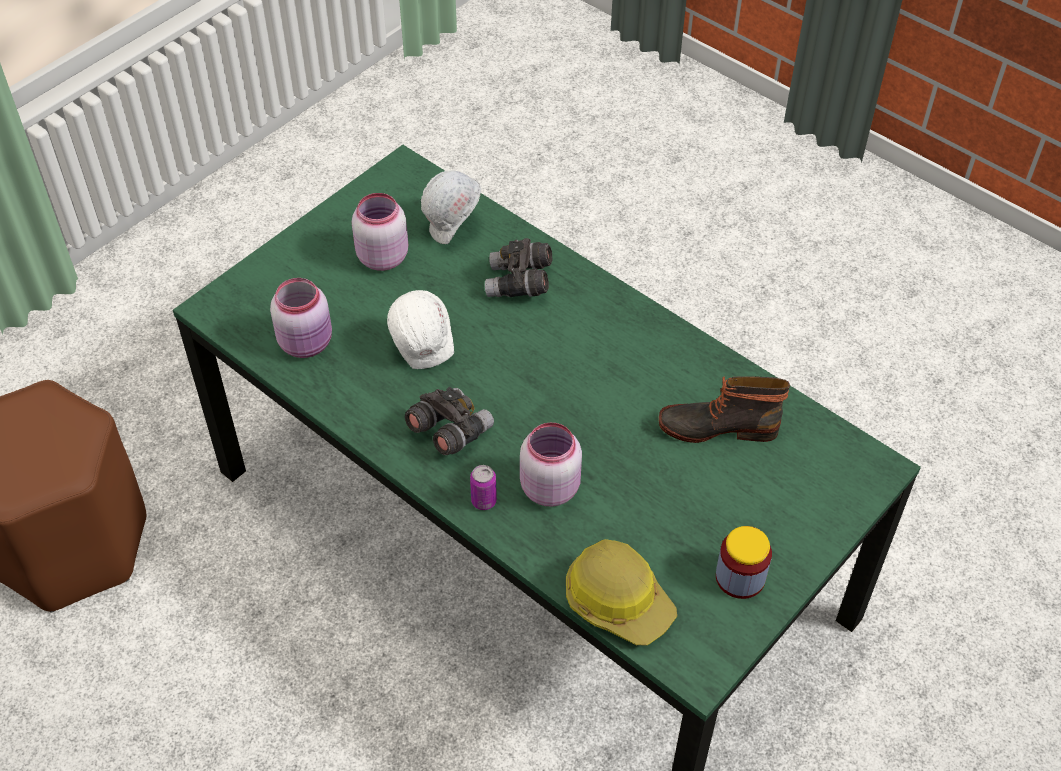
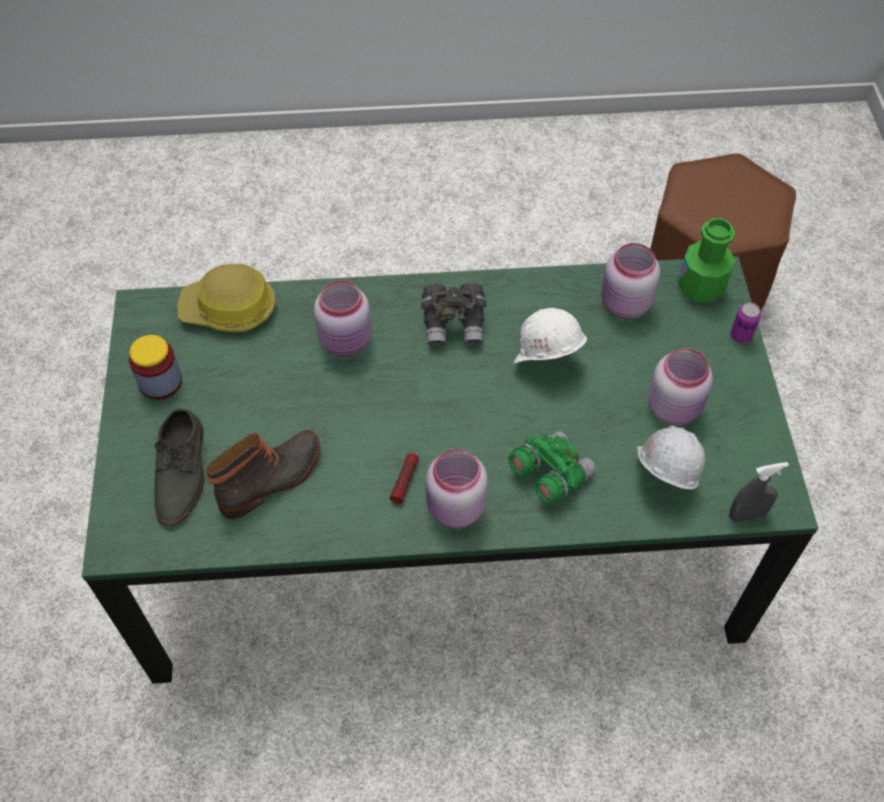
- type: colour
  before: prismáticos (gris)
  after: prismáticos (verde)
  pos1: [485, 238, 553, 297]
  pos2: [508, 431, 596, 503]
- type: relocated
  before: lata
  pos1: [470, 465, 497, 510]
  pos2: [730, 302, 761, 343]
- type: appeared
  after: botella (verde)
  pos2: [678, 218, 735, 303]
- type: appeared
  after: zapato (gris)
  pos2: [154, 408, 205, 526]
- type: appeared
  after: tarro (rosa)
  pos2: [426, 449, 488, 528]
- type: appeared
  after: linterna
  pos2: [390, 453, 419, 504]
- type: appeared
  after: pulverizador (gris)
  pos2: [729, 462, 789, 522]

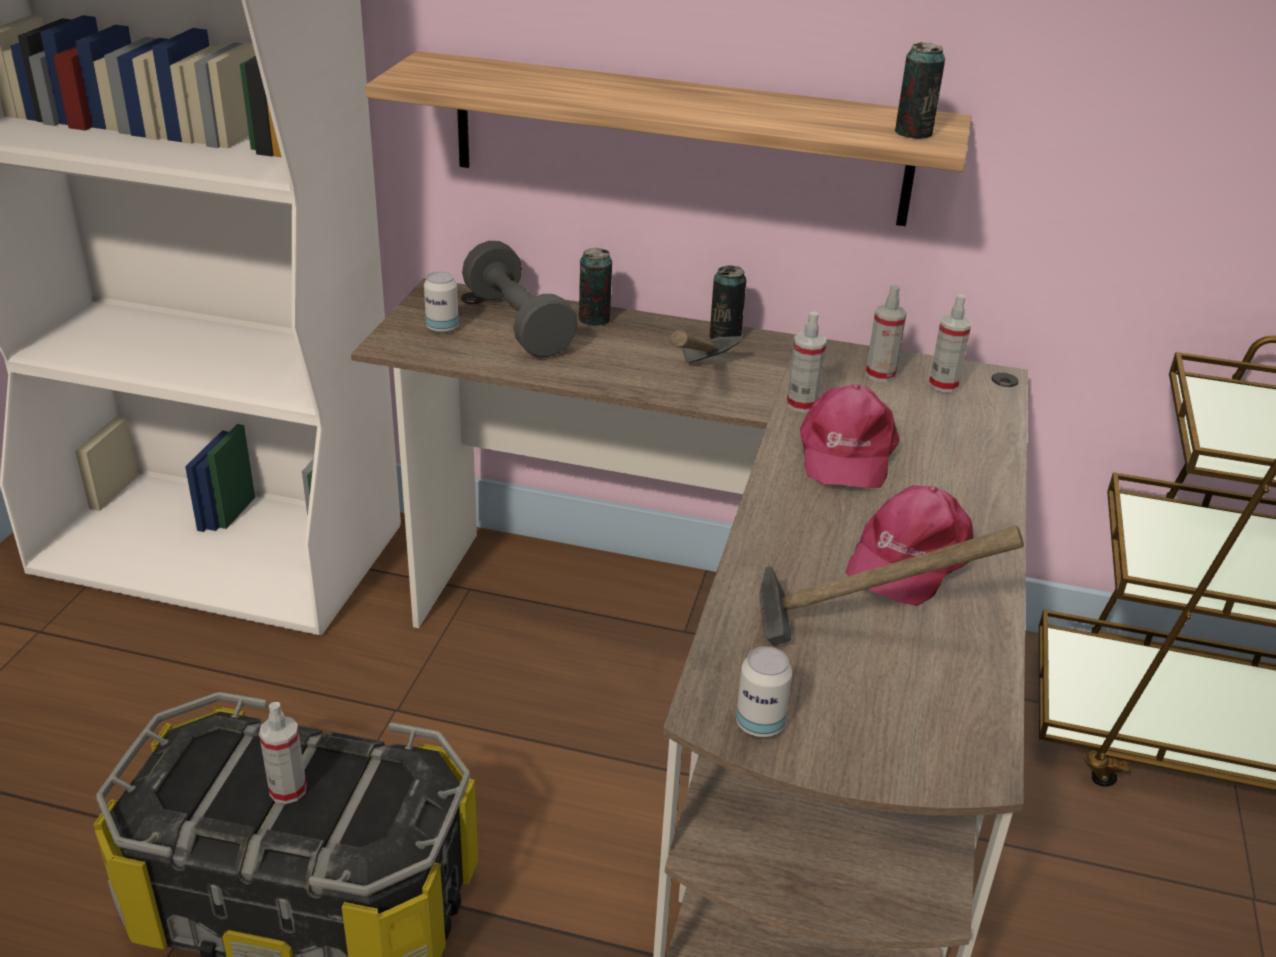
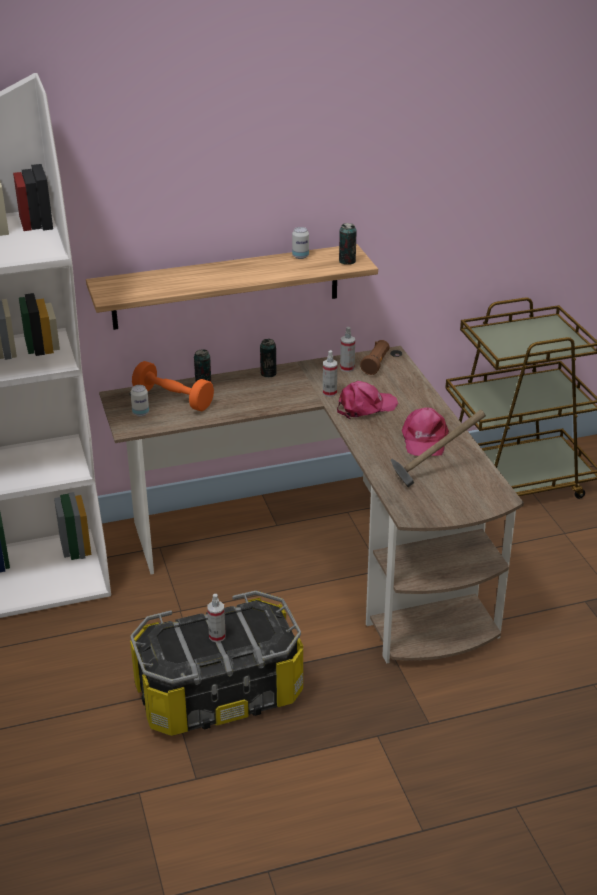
- type: colour
  before: mancuerna (gris)
  after: mancuerna (naranja)
  pos1: [462, 241, 578, 357]
  pos2: [132, 361, 214, 411]
- type: exchanged
  before: pulverizador
  after: linterna (marrón)
  pos1: [928, 295, 972, 392]
  pos2: [360, 340, 390, 375]
- type: missing
  before: martillo
  pos1: [670, 330, 743, 363]
- type: spun
  before: gorra (rosa)
  pos1: [800, 384, 900, 488]
  pos2: [337, 381, 398, 419]
  turn: -90
- type: relocated
  before: lata
  pos1: [736, 646, 792, 737]
  pos2: [292, 227, 309, 259]

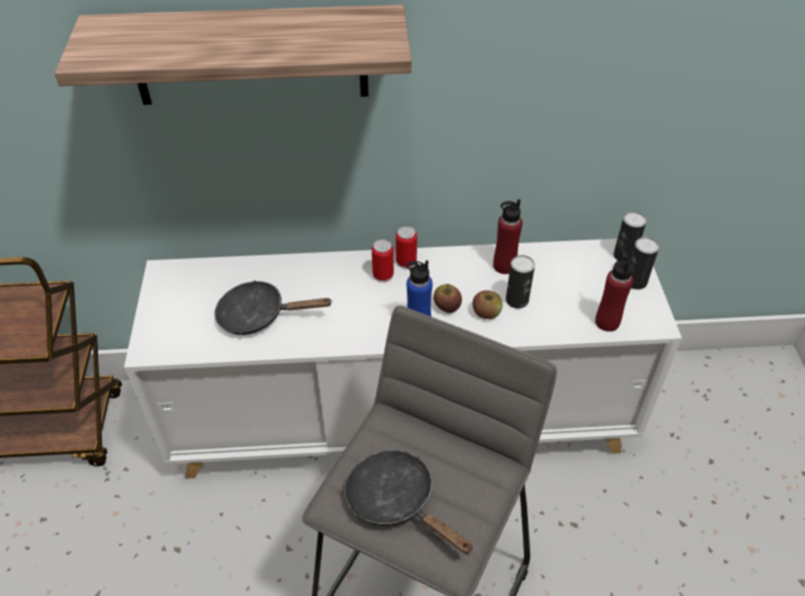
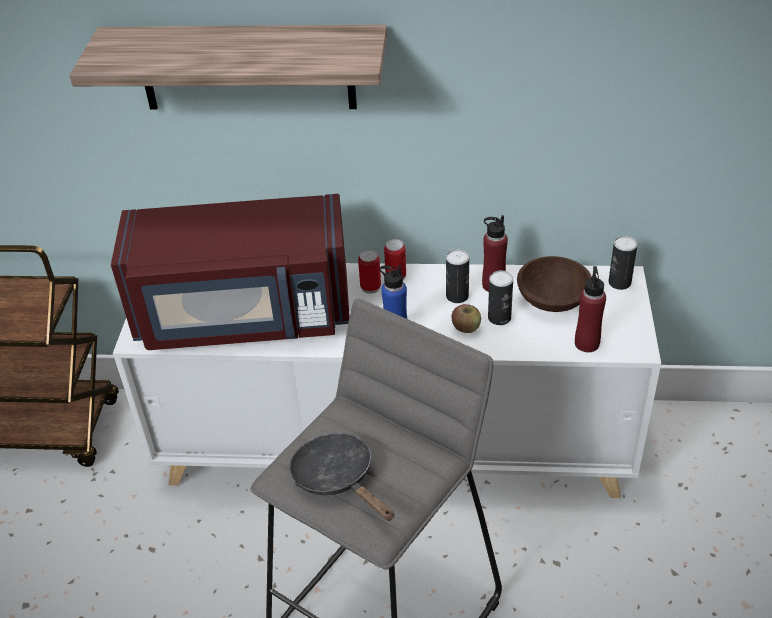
- type: relocated
  before: lata
  pos1: [629, 237, 659, 290]
  pos2: [446, 249, 469, 303]
- type: exchanged
  before: sartén (negro)
  after: microondas (rojo)
  pos1: [214, 280, 333, 335]
  pos2: [111, 194, 350, 350]
- type: missing
  before: manzana
  pos1: [433, 284, 462, 313]
- type: appeared
  after: cuenco (marrón)
  pos2: [517, 256, 592, 312]

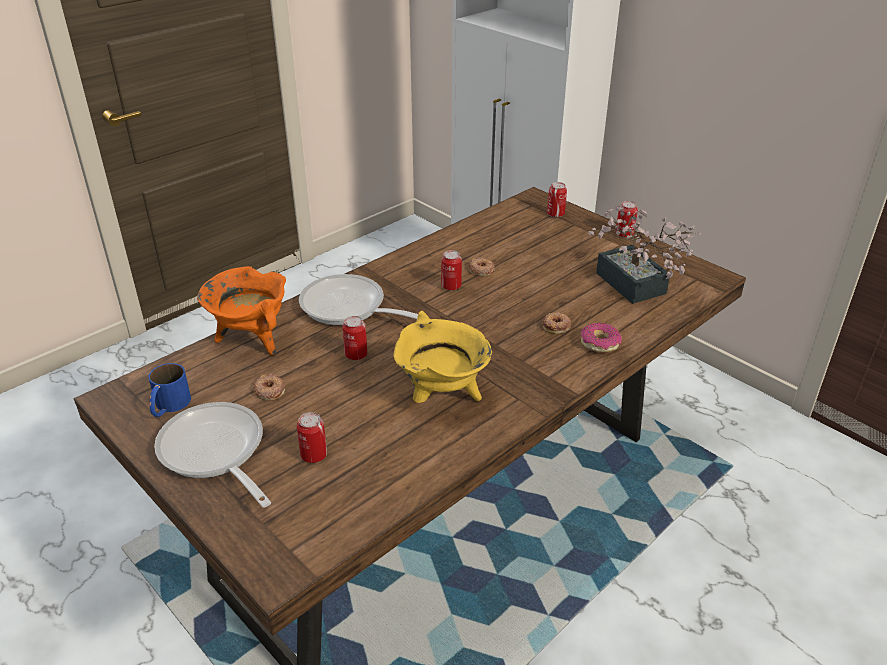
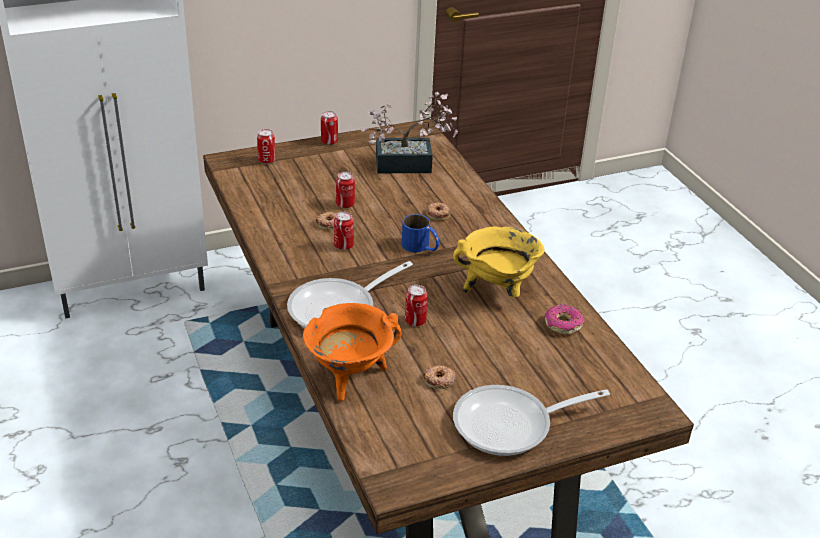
- type: relocated
  before: rosquilla
  pos1: [581, 323, 622, 353]
  pos2: [544, 305, 584, 335]
- type: relocated
  before: taza grande (azul)
  pos1: [148, 363, 191, 417]
  pos2: [402, 214, 439, 252]
- type: relocated
  before: lata
  pos1: [297, 412, 327, 463]
  pos2: [336, 172, 355, 208]

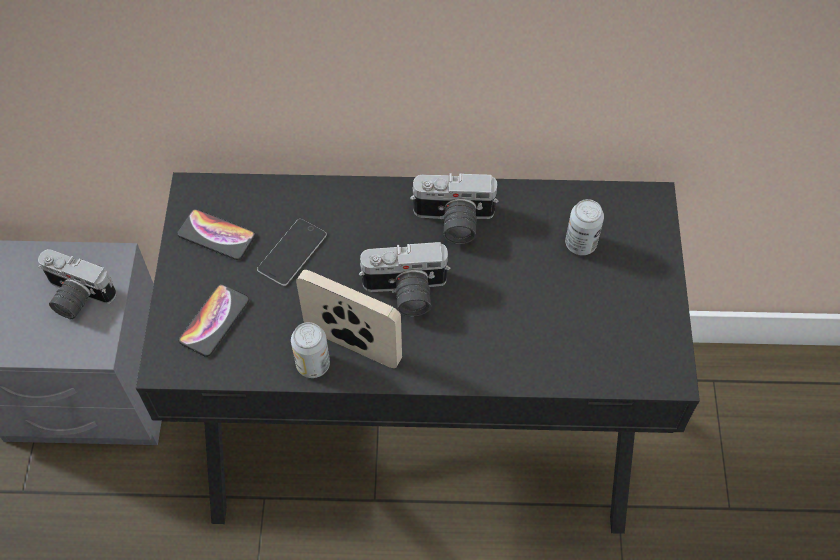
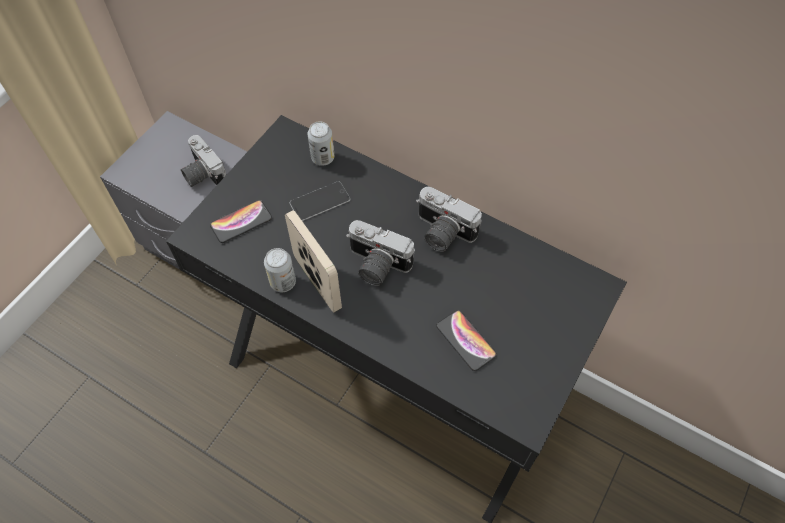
- type: relocated
  before: lata
  pos1: [565, 199, 604, 255]
  pos2: [308, 121, 334, 166]
- type: relocated
  before: móvil
  pos1: [177, 209, 256, 260]
  pos2: [436, 310, 497, 371]

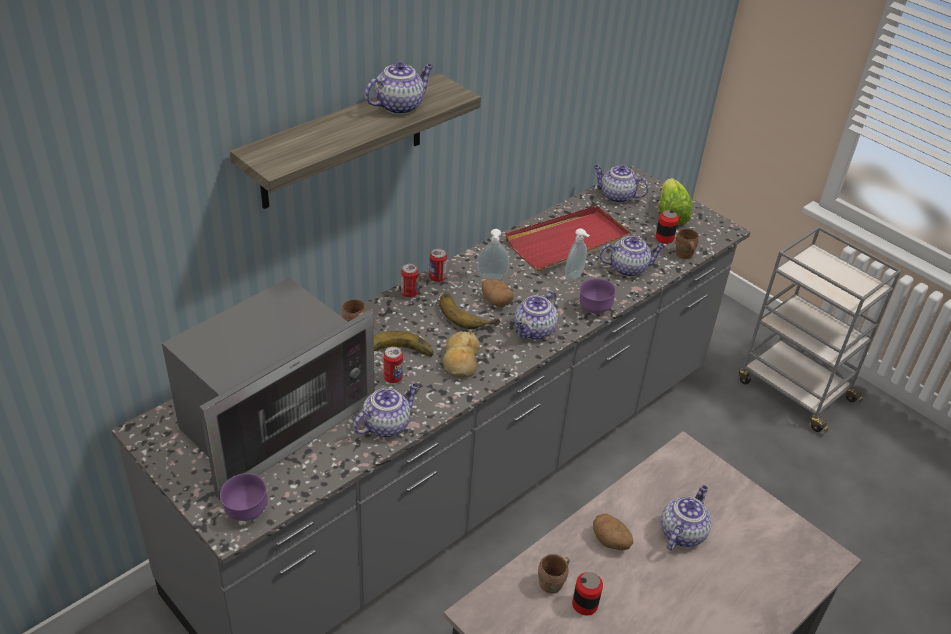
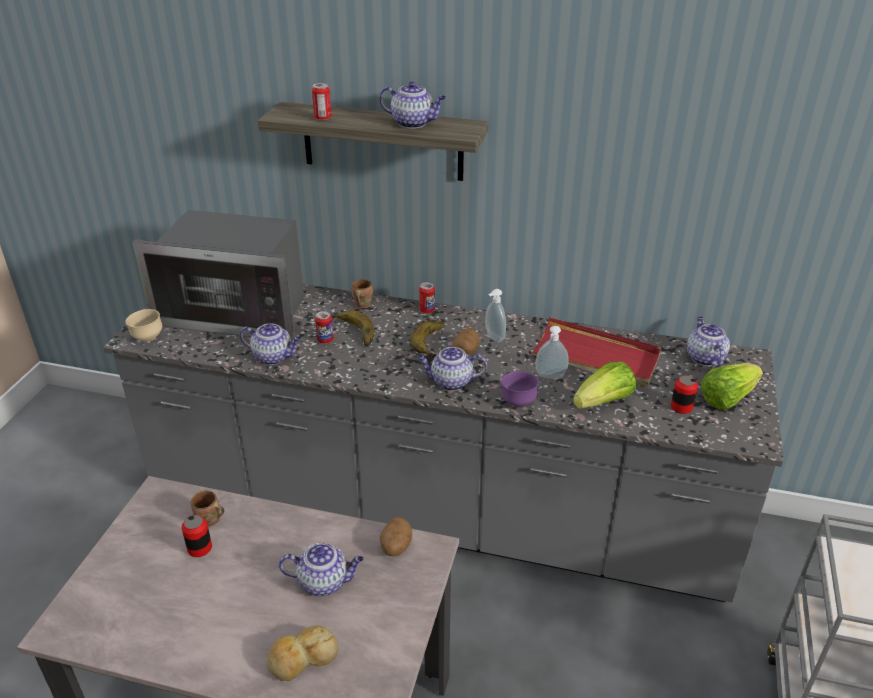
- type: missing
  before: taza grande (marrón)
  pos1: [676, 229, 699, 259]
- type: exchanged
  before: tetera
  after: lechuga
  pos1: [599, 236, 665, 277]
  pos2: [573, 362, 636, 409]
- type: relocated
  before: lata
  pos1: [429, 249, 447, 282]
  pos2: [312, 83, 332, 121]
- type: relocated
  before: pan
  pos1: [443, 331, 480, 378]
  pos2: [267, 625, 338, 681]
- type: colour
  before: cuenco (morado)
  after: cuenco (beis)
  pos1: [220, 473, 268, 521]
  pos2: [125, 309, 162, 342]
- type: relocated
  before: patata
  pos1: [593, 514, 634, 550]
  pos2: [380, 517, 412, 556]

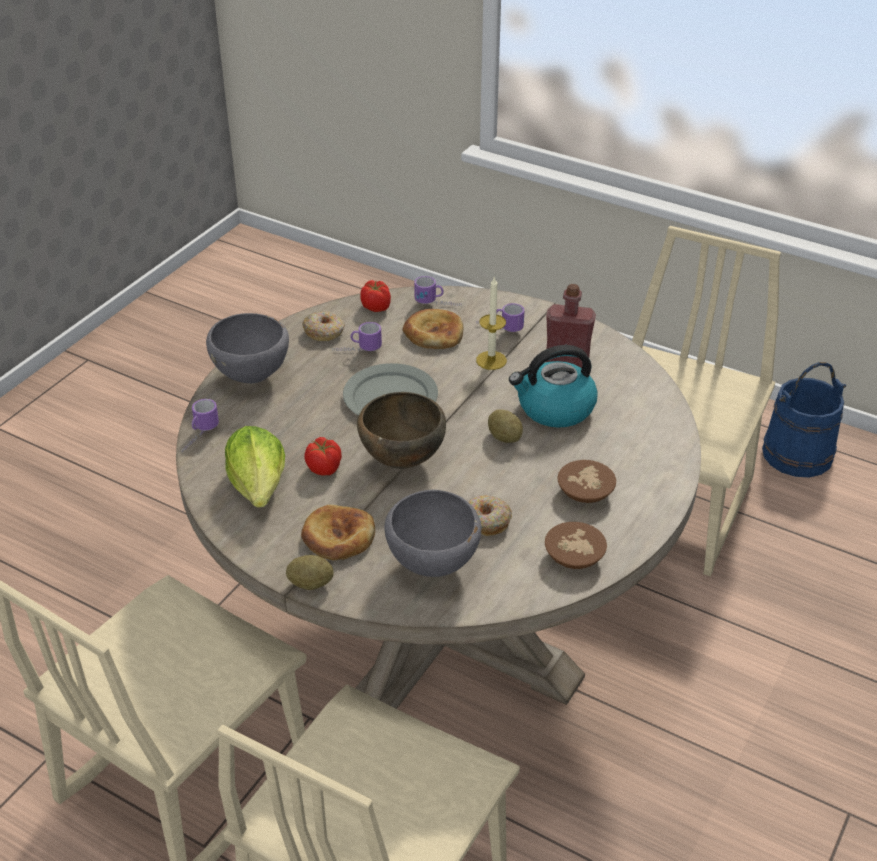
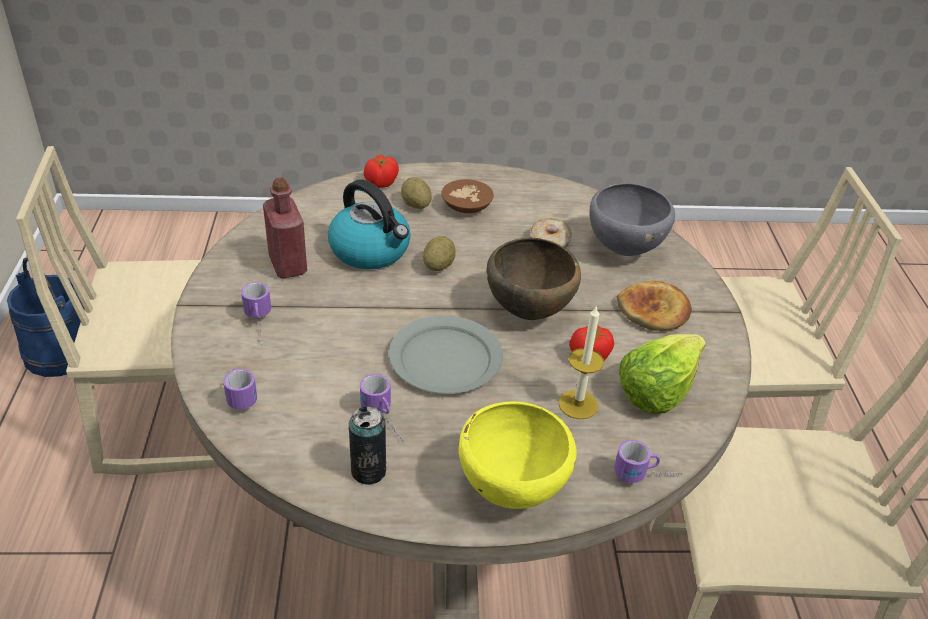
- type: relocated
  before: vela
  pos1: [476, 277, 507, 370]
  pos2: [558, 305, 604, 419]
- type: relocated
  before: tomate
  pos1: [360, 280, 391, 312]
  pos2: [364, 154, 399, 188]
- type: missing
  before: pan
  pos1: [402, 309, 463, 349]
- type: exchanged
  before: rosquilla
  after: lata
  pos1: [302, 312, 345, 341]
  pos2: [349, 406, 386, 485]
- type: colour
  before: cuenco (gris)
  after: cuenco (amarillo)
  pos1: [206, 313, 289, 383]
  pos2: [459, 401, 577, 509]
- type: missing
  before: cuenco (marrón)
  pos1: [545, 522, 607, 569]
- type: relocated
  before: patata
  pos1: [286, 555, 334, 590]
  pos2: [401, 177, 432, 209]

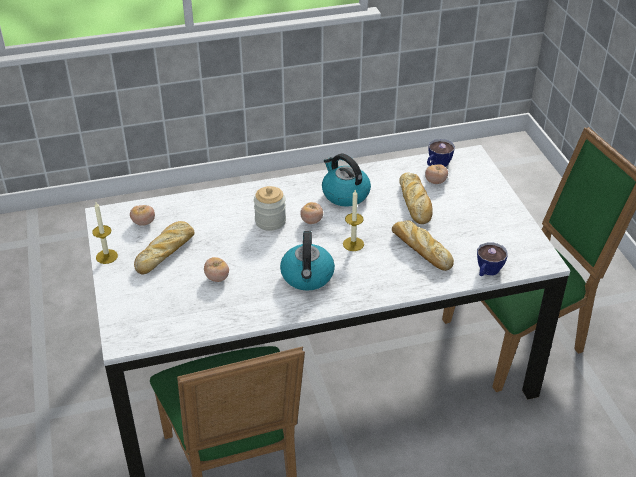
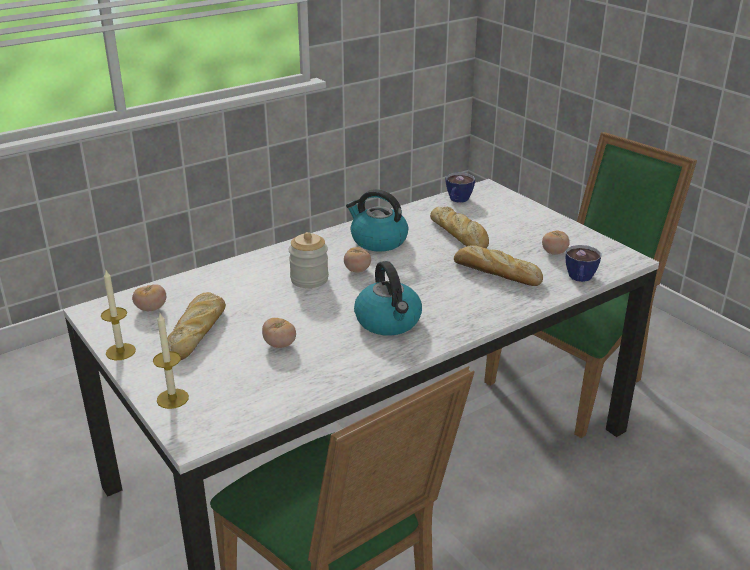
- type: relocated
  before: tomate
  pos1: [425, 164, 448, 184]
  pos2: [542, 230, 570, 255]
- type: relocated
  before: vela
  pos1: [343, 190, 364, 251]
  pos2: [153, 313, 189, 409]

